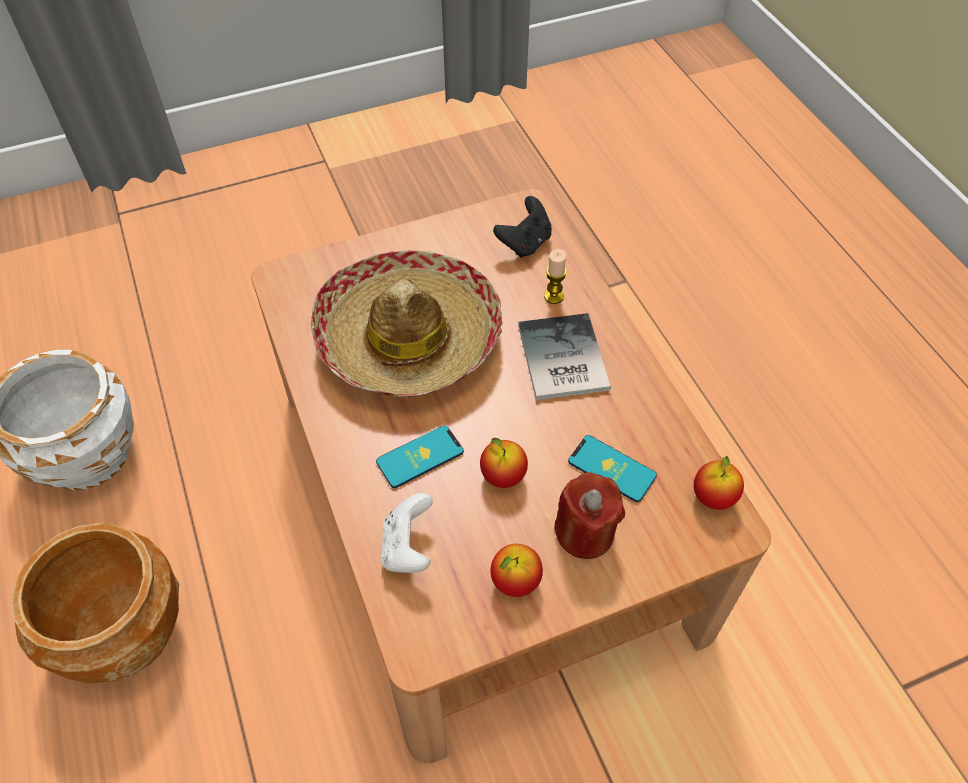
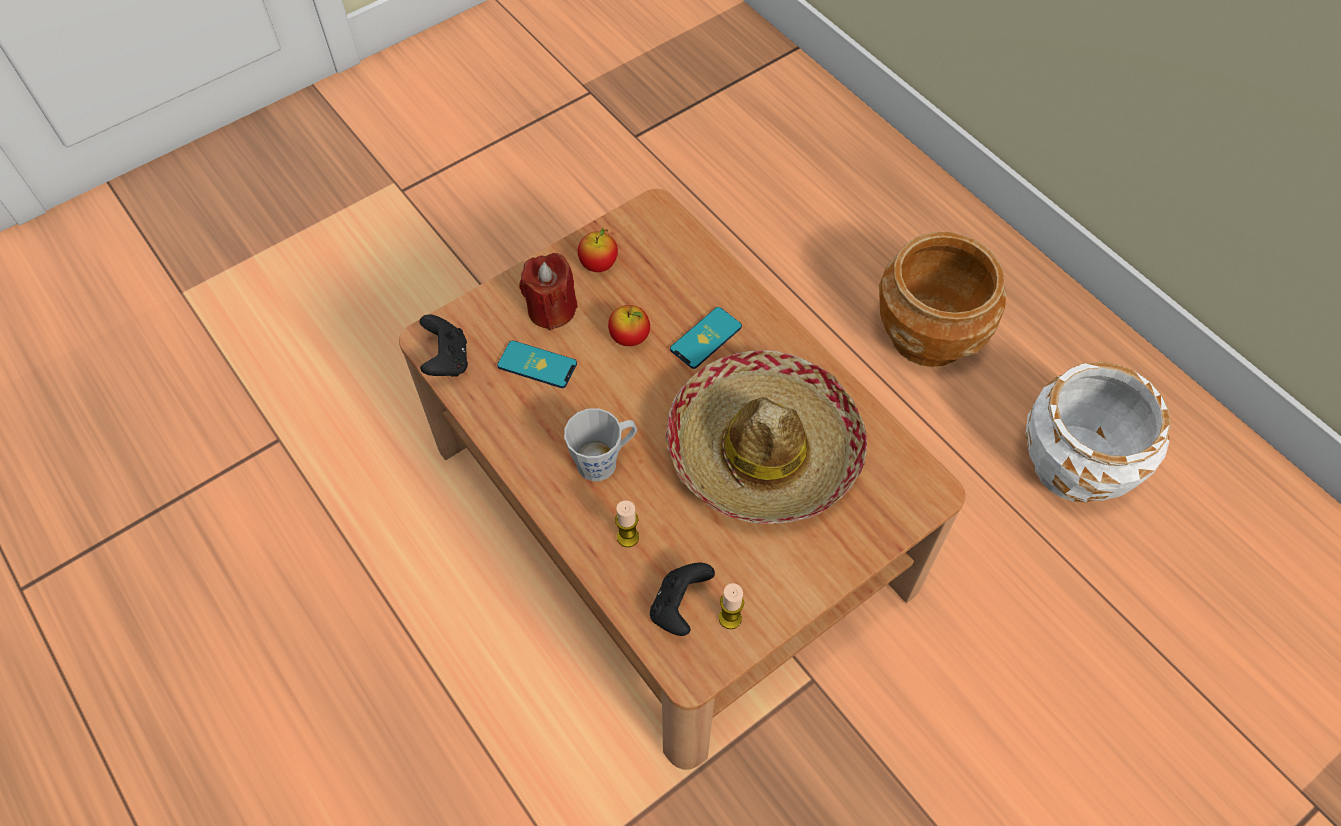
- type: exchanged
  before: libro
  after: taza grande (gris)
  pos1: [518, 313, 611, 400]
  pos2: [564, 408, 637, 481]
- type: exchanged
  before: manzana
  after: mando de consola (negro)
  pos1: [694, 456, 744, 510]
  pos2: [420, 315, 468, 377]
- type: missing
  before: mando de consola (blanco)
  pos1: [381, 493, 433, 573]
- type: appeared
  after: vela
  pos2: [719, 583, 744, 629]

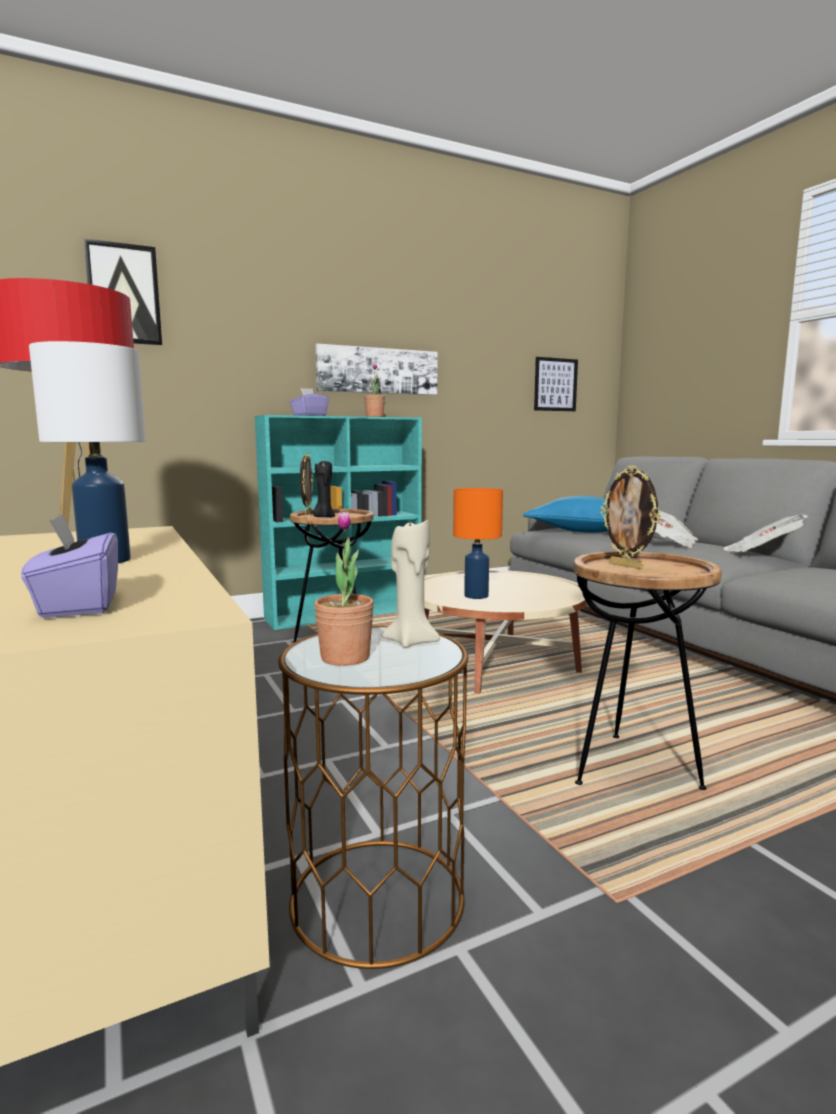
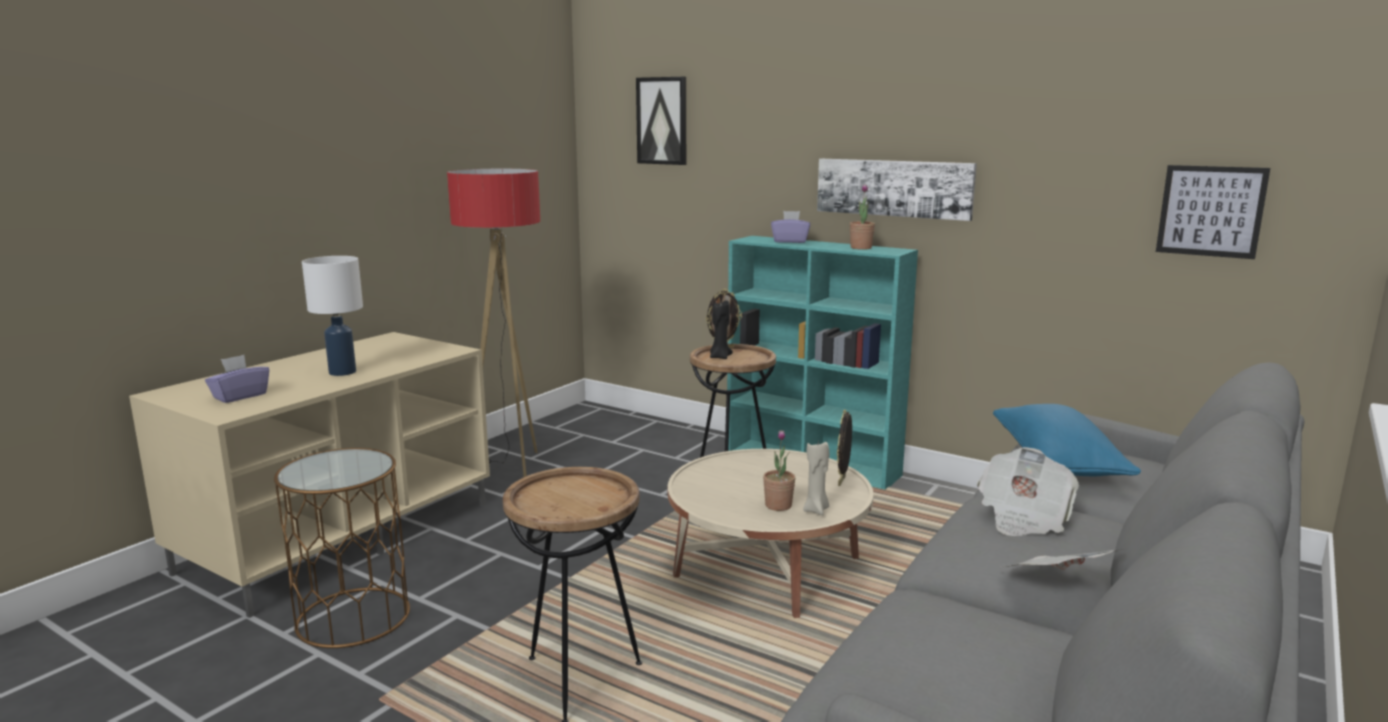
- type: relocated
  before: portarretratos
  pos1: [601, 465, 661, 569]
  pos2: [837, 410, 852, 486]
- type: missing
  before: lámpara de mesa (naranja)
  pos1: [453, 488, 503, 599]
- type: relocated
  before: planta en maceta
  pos1: [314, 512, 374, 666]
  pos2: [763, 430, 795, 511]
- type: relocated
  before: vela (beis)
  pos1: [381, 520, 440, 648]
  pos2: [803, 440, 829, 515]

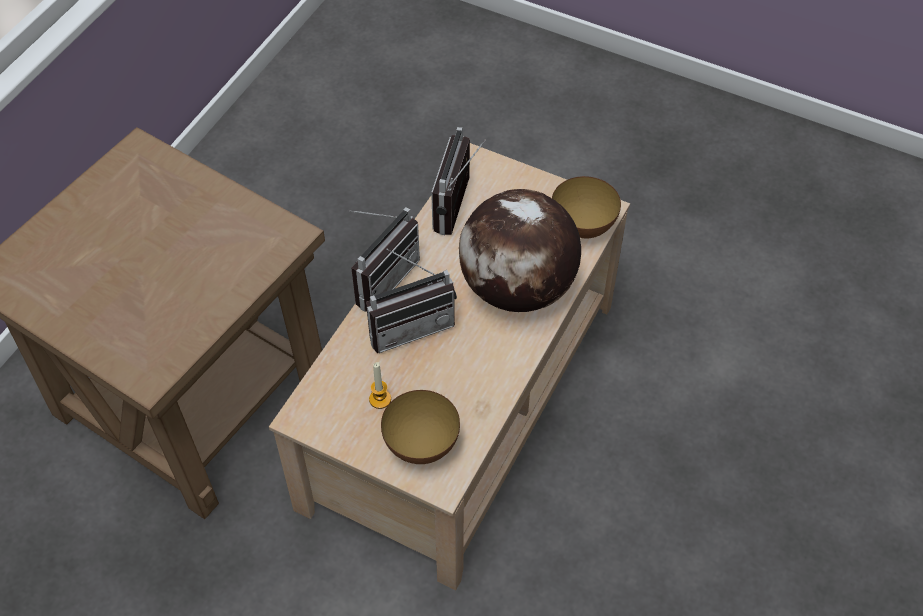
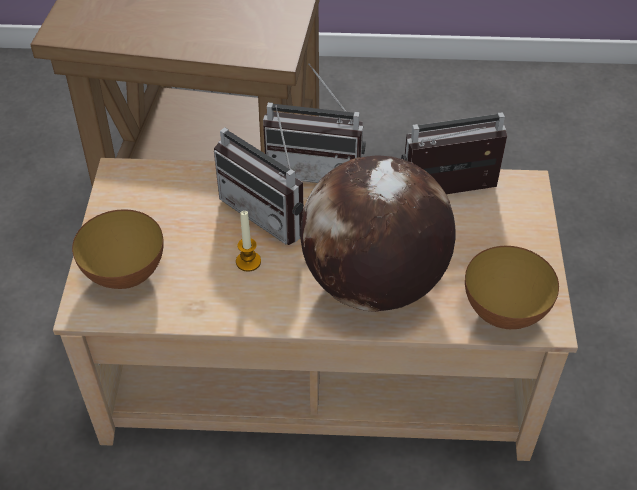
- type: relocated
  before: vela
  pos1: [369, 362, 391, 409]
  pos2: [236, 211, 261, 272]

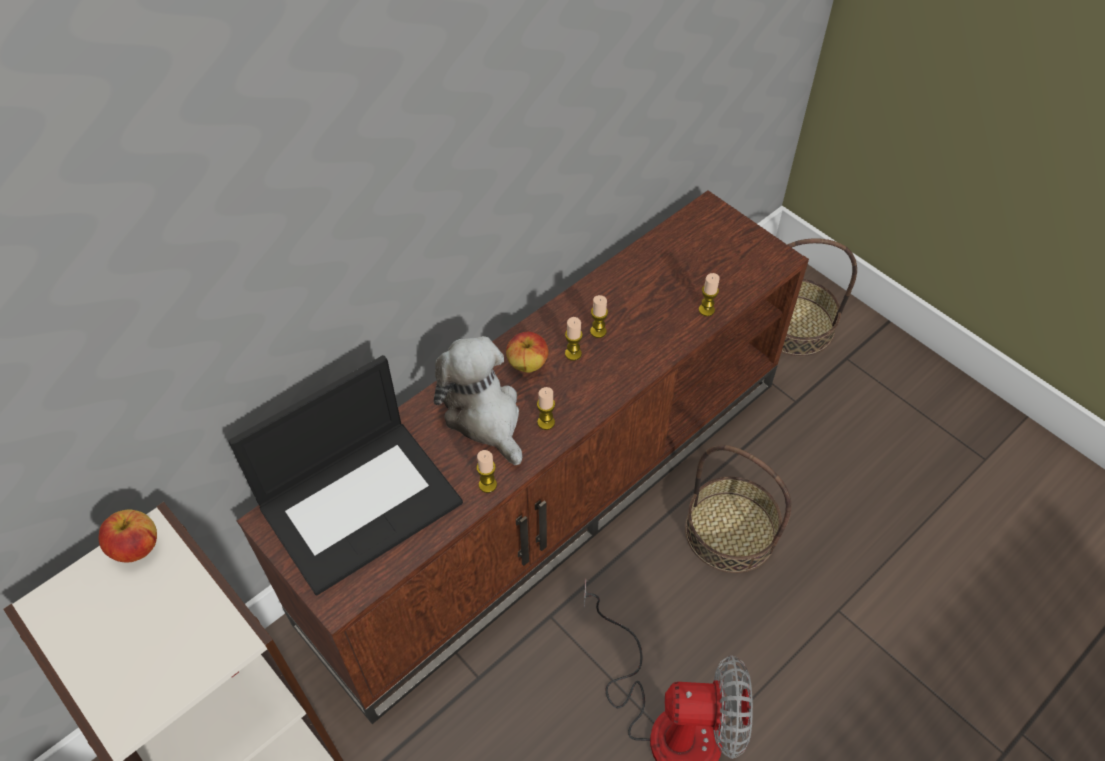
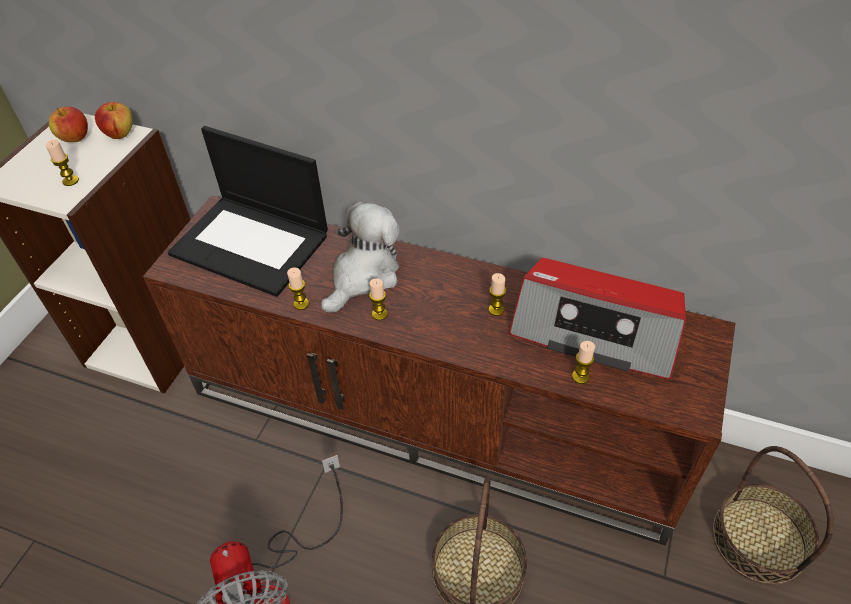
- type: relocated
  before: vela
  pos1: [565, 317, 583, 361]
  pos2: [46, 139, 79, 186]
- type: relocated
  before: manzana
  pos1: [506, 332, 549, 373]
  pos2: [49, 107, 88, 142]
- type: appeared
  after: radio
  pos2: [509, 258, 686, 380]

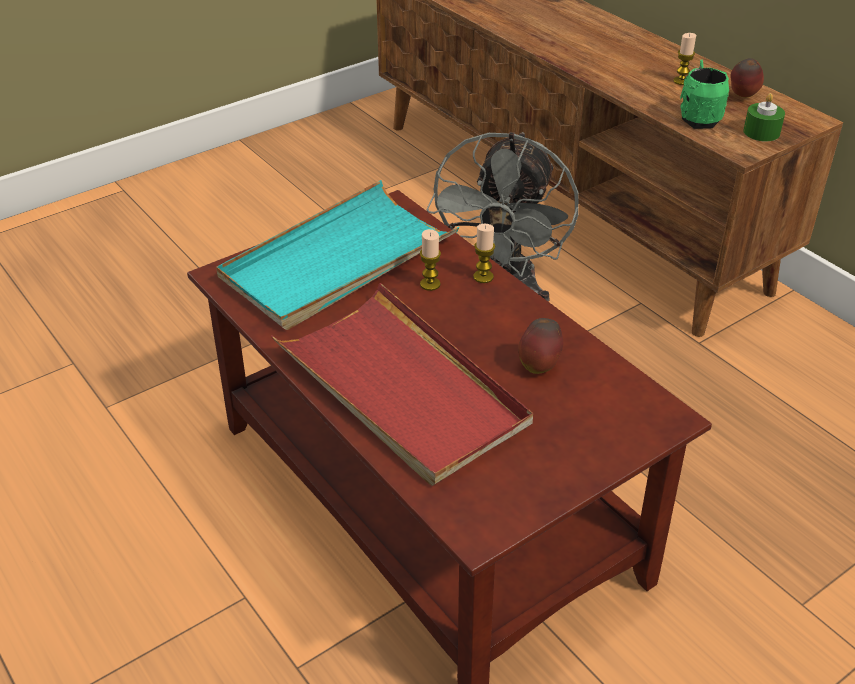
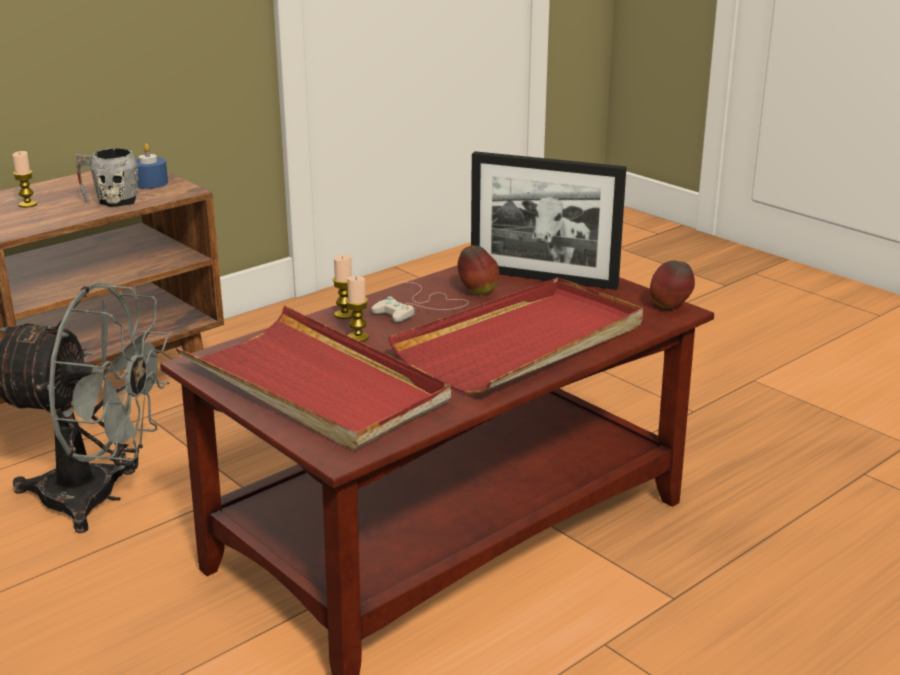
- type: relocated
  before: manzana
  pos1: [730, 58, 764, 98]
  pos2: [650, 261, 695, 308]
- type: colour
  before: taza grande (verde)
  after: taza grande (gris)
  pos1: [680, 59, 729, 129]
  pos2: [75, 148, 138, 207]
- type: colour
  before: vela (verde)
  after: vela (azul)
  pos1: [743, 93, 785, 142]
  pos2: [135, 143, 168, 189]
- type: colour
  before: bandeja (turquesa)
  after: bandeja (rojo)
  pos1: [216, 180, 460, 330]
  pos2: [176, 306, 451, 451]
- type: appeared
  after: portarretratos
  pos2: [471, 151, 627, 290]
- type: appeared
  after: mando de consola (blanco)
  pos2: [371, 282, 468, 322]

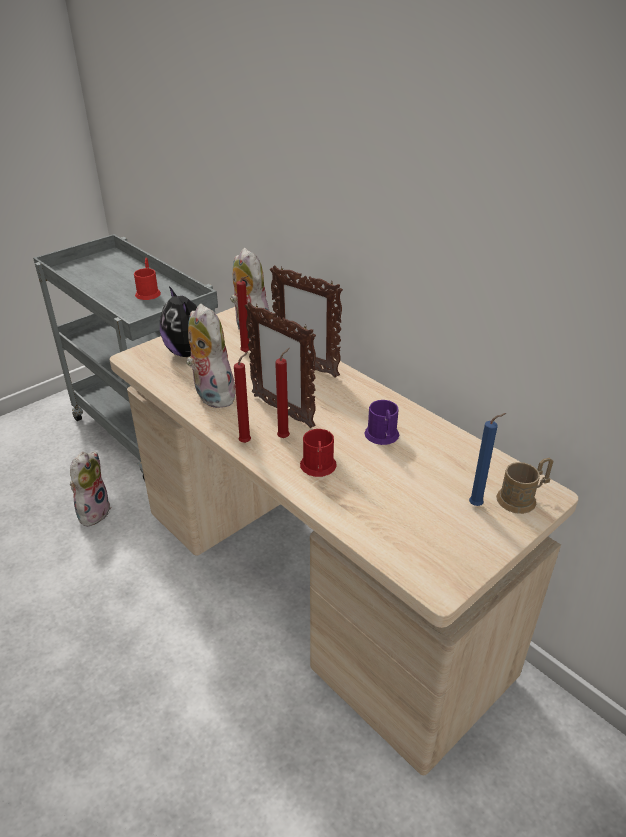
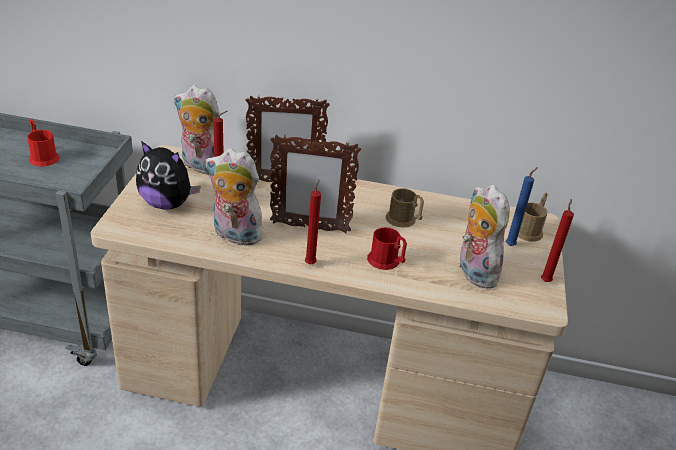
- type: relocated
  before: vela (rojo)
  pos1: [275, 348, 290, 438]
  pos2: [541, 199, 574, 282]
- type: colour
  before: taza grande (morado)
  after: taza grande (marrón)
  pos1: [365, 400, 399, 445]
  pos2: [386, 188, 424, 228]
- type: relocated
  before: peluche
  pos1: [70, 452, 111, 526]
  pos2: [459, 184, 510, 289]

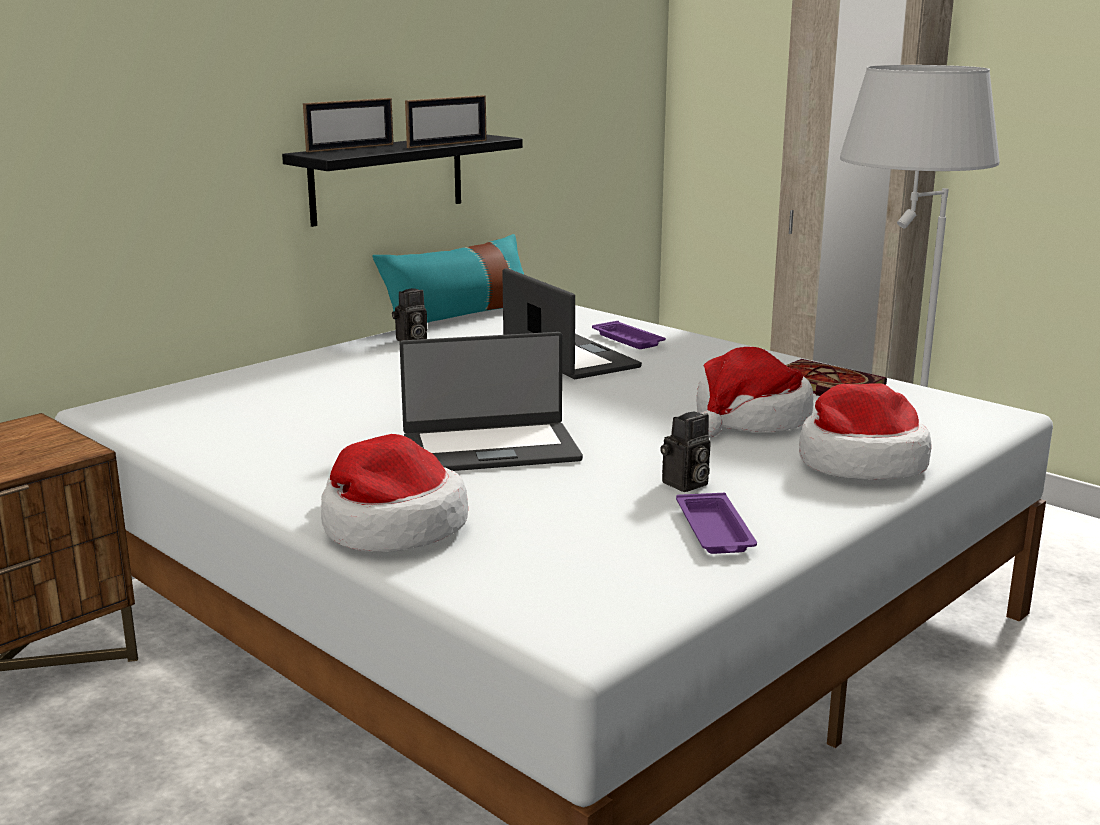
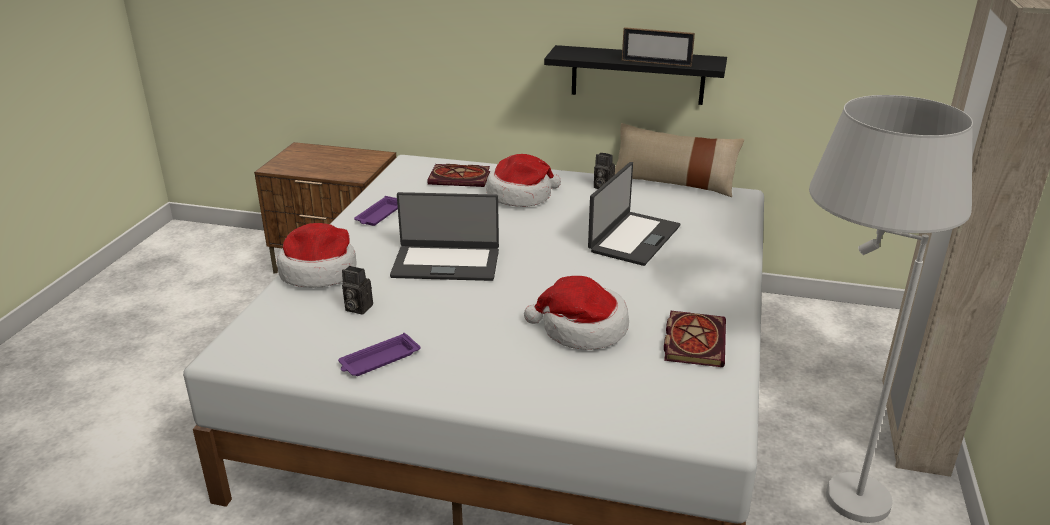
- type: missing
  before: portarretratos
  pos1: [303, 98, 394, 152]
- type: colour
  before: cojín (turquesa)
  after: cojín (beis)
  pos1: [372, 234, 524, 323]
  pos2: [615, 123, 744, 197]
- type: relocated
  before: bandeja (morado)
  pos1: [592, 321, 666, 349]
  pos2: [354, 196, 398, 226]
- type: spun
  before: portátil
  pos1: [400, 332, 583, 471]
  pos2: [390, 192, 499, 281]
  turn: -45
- type: relocated
  before: sombrero
  pos1: [799, 383, 931, 480]
  pos2: [486, 154, 561, 207]
- type: relocated
  before: cámara
  pos1: [660, 412, 711, 492]
  pos2: [342, 266, 373, 315]
- type: appeared
  after: libro
  pos2: [427, 164, 490, 187]

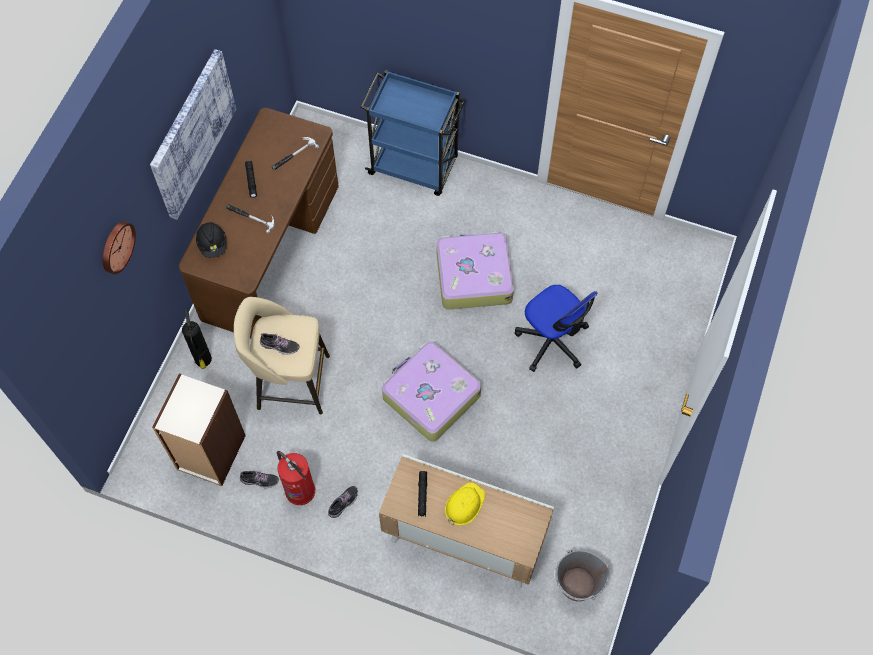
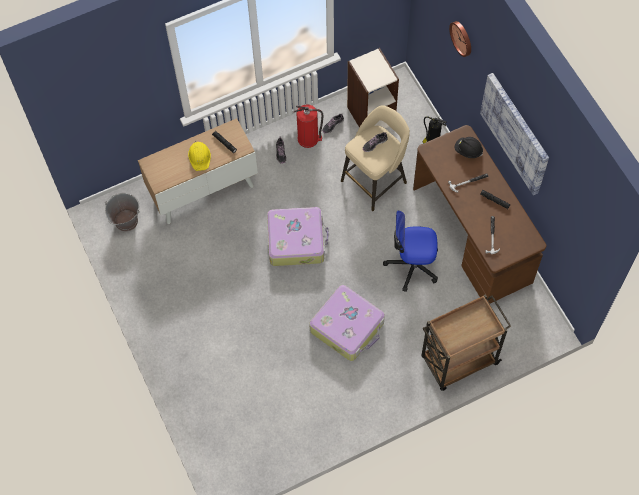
- type: colour
  before: carrito (azul)
  after: carrito (marrón)
  pos1: [361, 70, 466, 196]
  pos2: [421, 294, 511, 391]
- type: relocated
  before: silla de oficina
  pos1: [515, 285, 597, 372]
  pos2: [383, 210, 438, 292]

